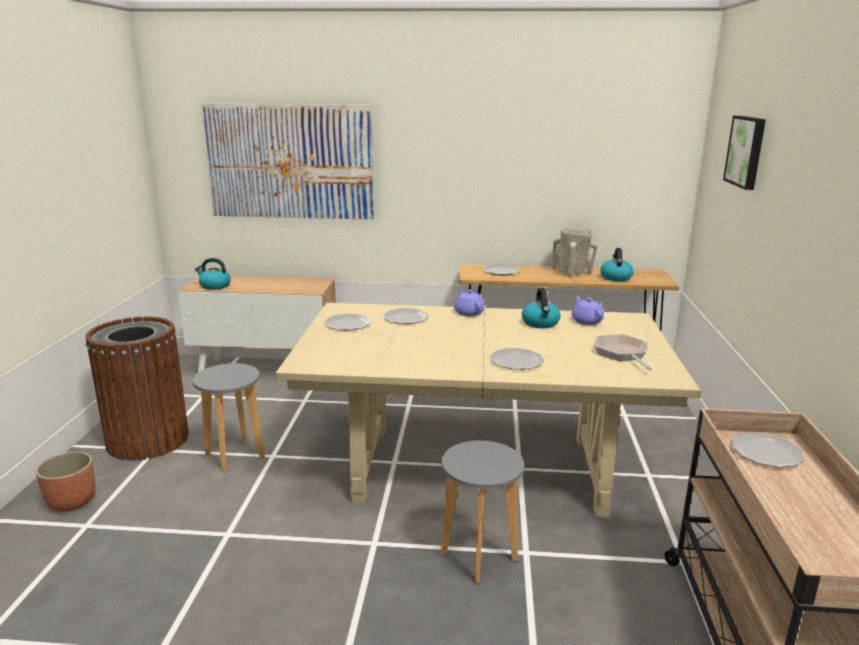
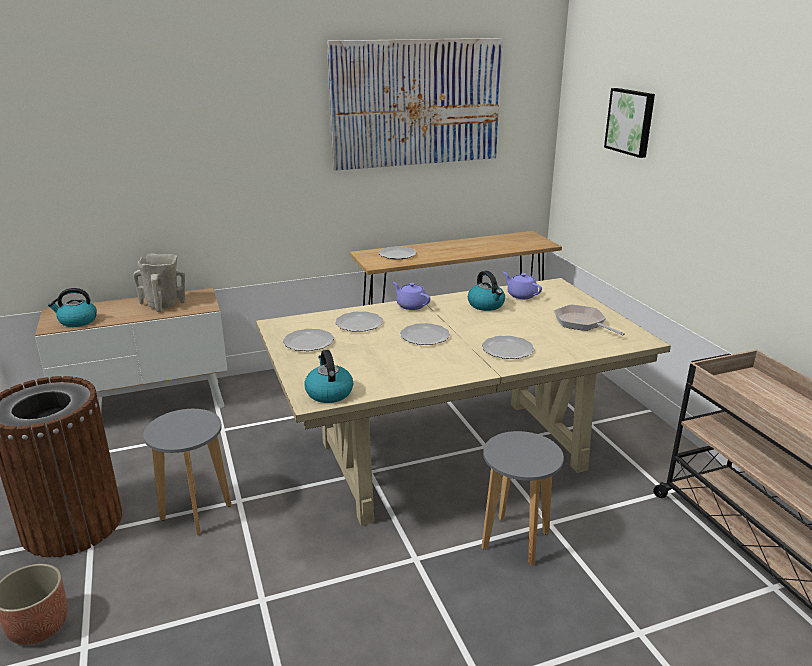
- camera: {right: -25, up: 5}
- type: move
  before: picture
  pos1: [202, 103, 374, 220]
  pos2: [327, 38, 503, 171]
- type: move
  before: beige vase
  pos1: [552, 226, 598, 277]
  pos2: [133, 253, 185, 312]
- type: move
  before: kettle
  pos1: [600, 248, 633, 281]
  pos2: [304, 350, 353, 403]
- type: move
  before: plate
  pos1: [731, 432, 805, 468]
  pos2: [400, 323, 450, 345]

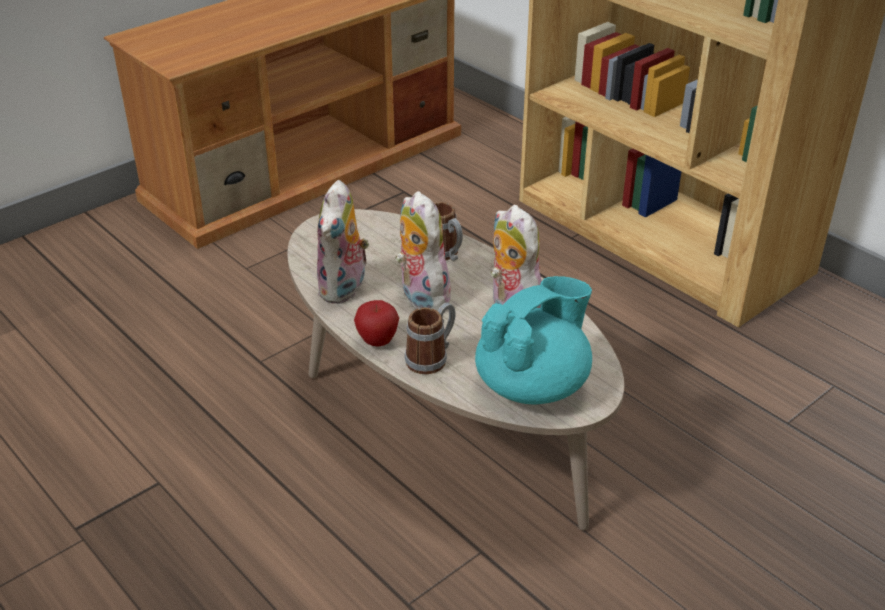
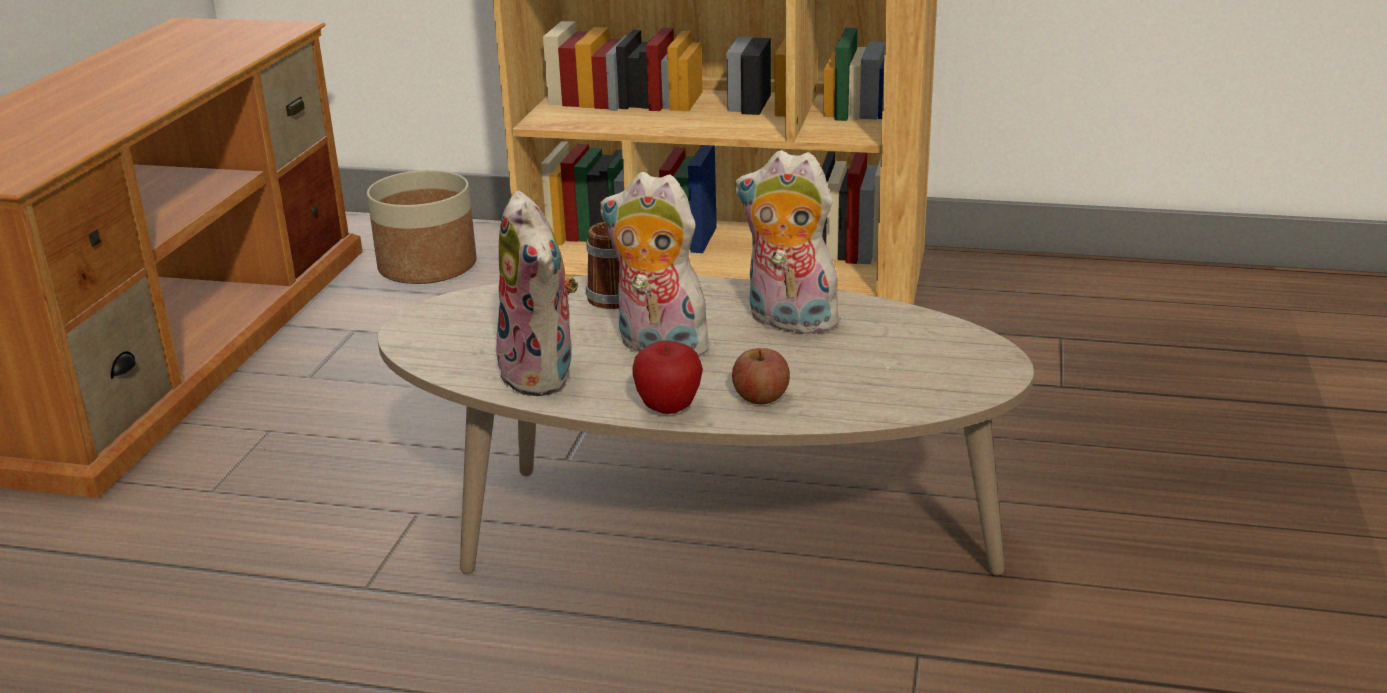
- camera: {right: -35, up: -10}
- type: replace
  before: mug
  after: apple
  pos1: [405, 303, 456, 375]
  pos2: [732, 348, 790, 404]
- type: delete
  before: turquoise teapot
  pos1: [475, 276, 592, 404]
- type: insert
  after: planter
  pos2: [367, 170, 477, 284]

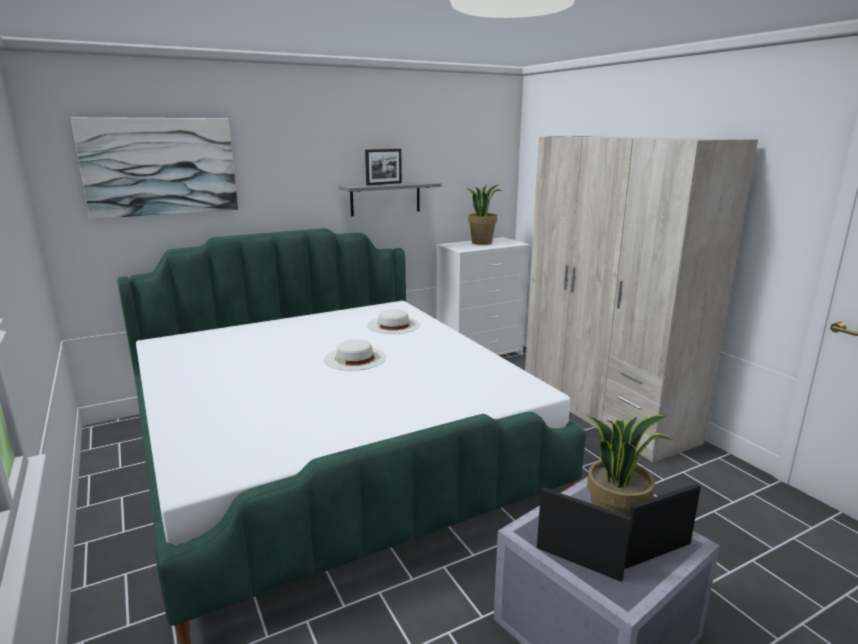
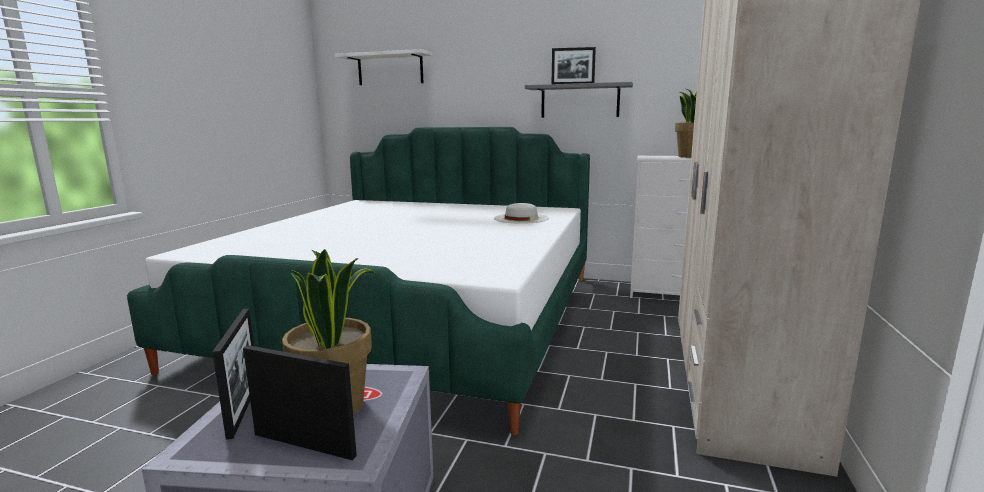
- camera: {right: 45, up: -5}
- type: replace
  before: picture
  after: white shelf
  pos1: [71, 117, 238, 219]
  pos2: [335, 49, 432, 85]
- type: delete
  before: white hat
  pos1: [324, 339, 386, 371]

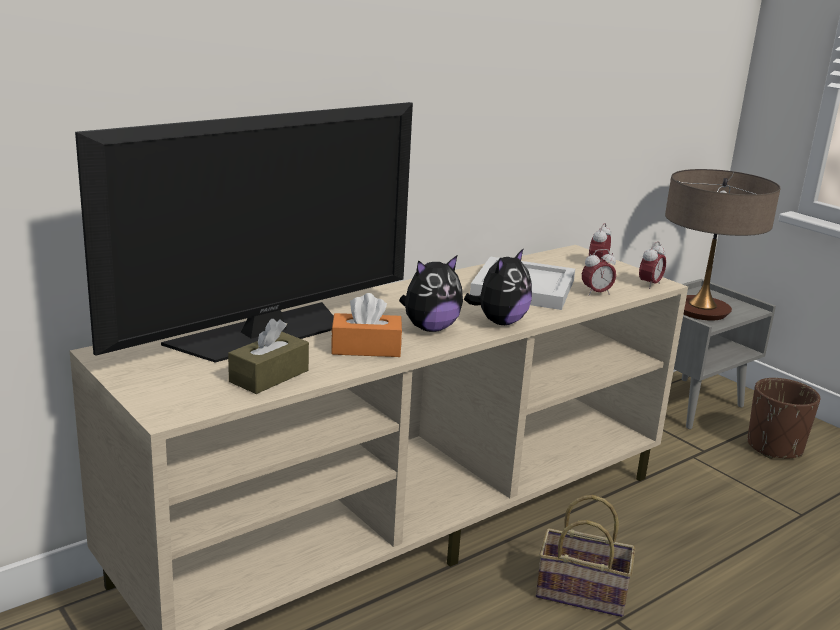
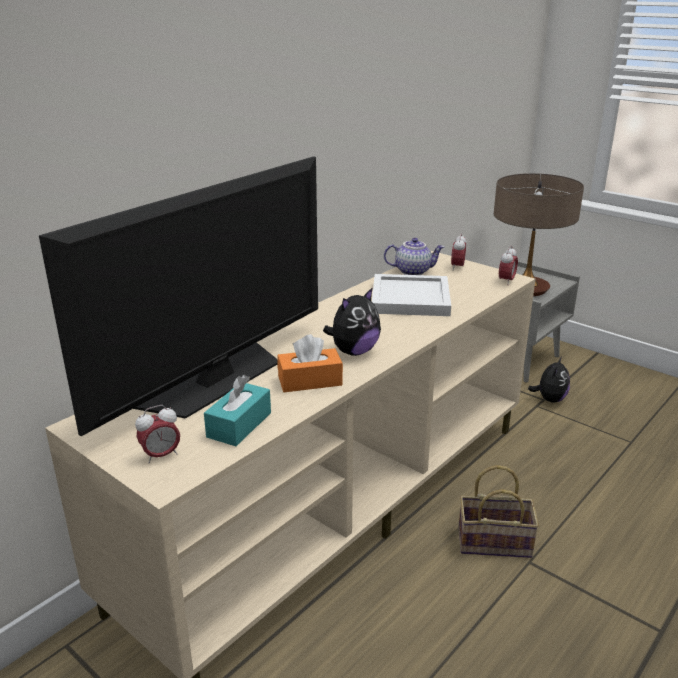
- camera: {right: -10, up: 5}
- type: recolor
  before: brown tissue box
  after: turquoise tissue box
  pos1: [228, 319, 309, 394]
  pos2: [204, 375, 271, 446]
- type: move
  before: plush toy
  pos1: [464, 248, 532, 325]
  pos2: [528, 356, 570, 403]
- type: move
  before: alarm clock
  pos1: [582, 249, 616, 296]
  pos2: [135, 405, 180, 463]
- type: delete
  before: brown planter
  pos1: [747, 378, 820, 459]
- type: insert
  after: teapot
  pos2: [384, 238, 444, 275]

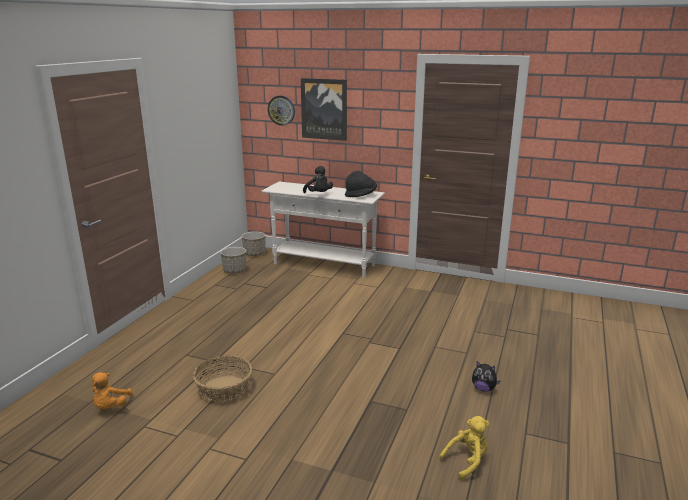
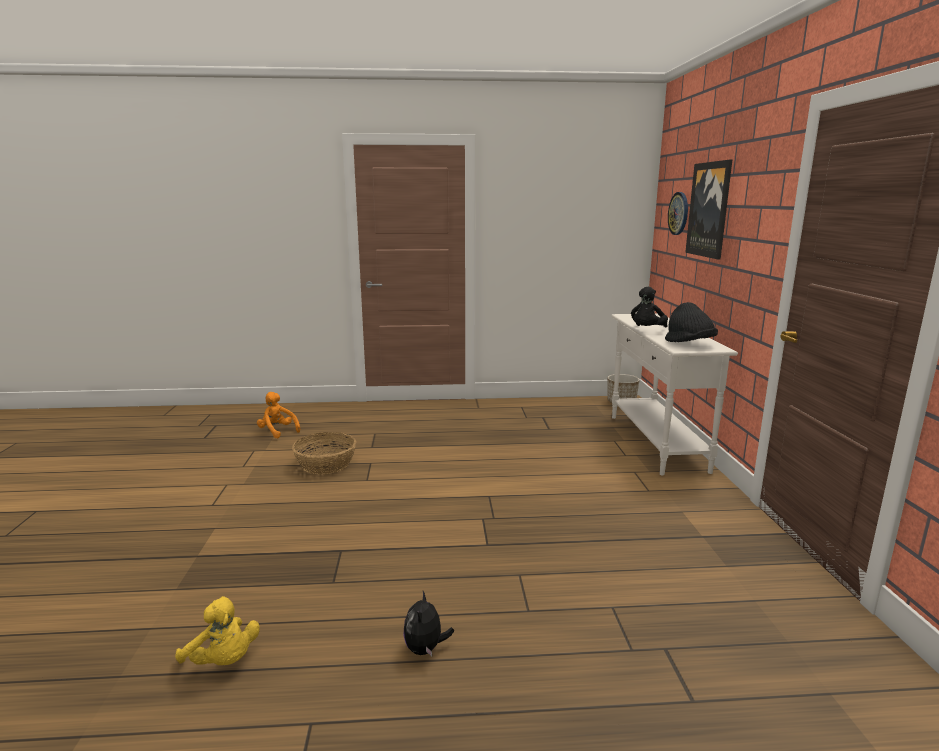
- camera: {right: 65, up: -5}
- type: rotate
  before: orange plush toy
  pos1: [92, 372, 133, 409]
  pos2: [257, 392, 300, 439]
  turn: 60
- type: delete
  before: planter
  pos1: [220, 247, 246, 274]

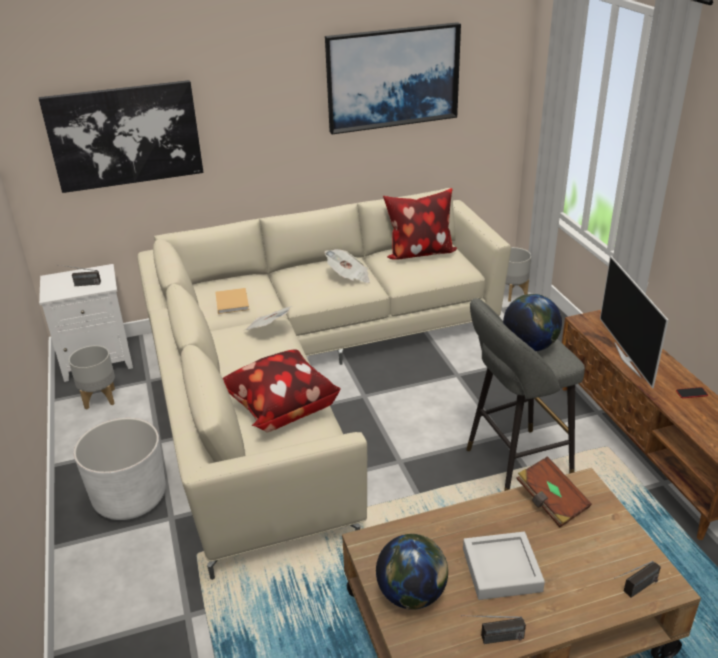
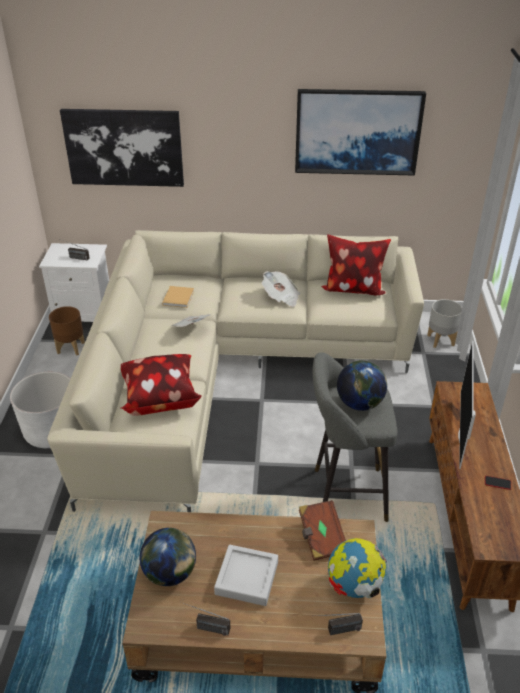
- camera: {right: 20, up: 5}
- type: recolor
  before: grey planter
  after: brown planter
  pos1: [69, 345, 115, 410]
  pos2: [49, 306, 85, 355]
- type: insert
  after: globe
  pos2: [328, 538, 387, 599]

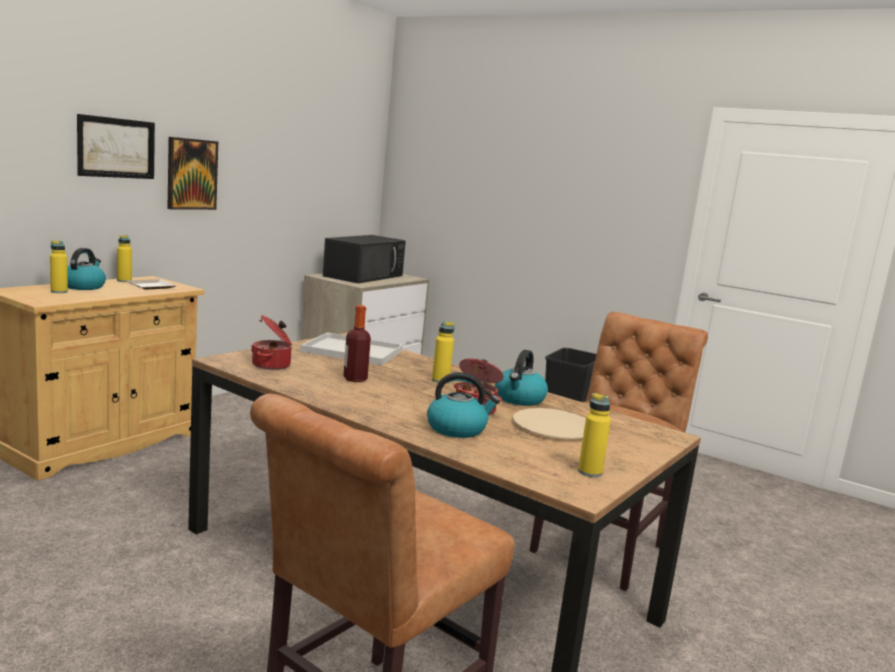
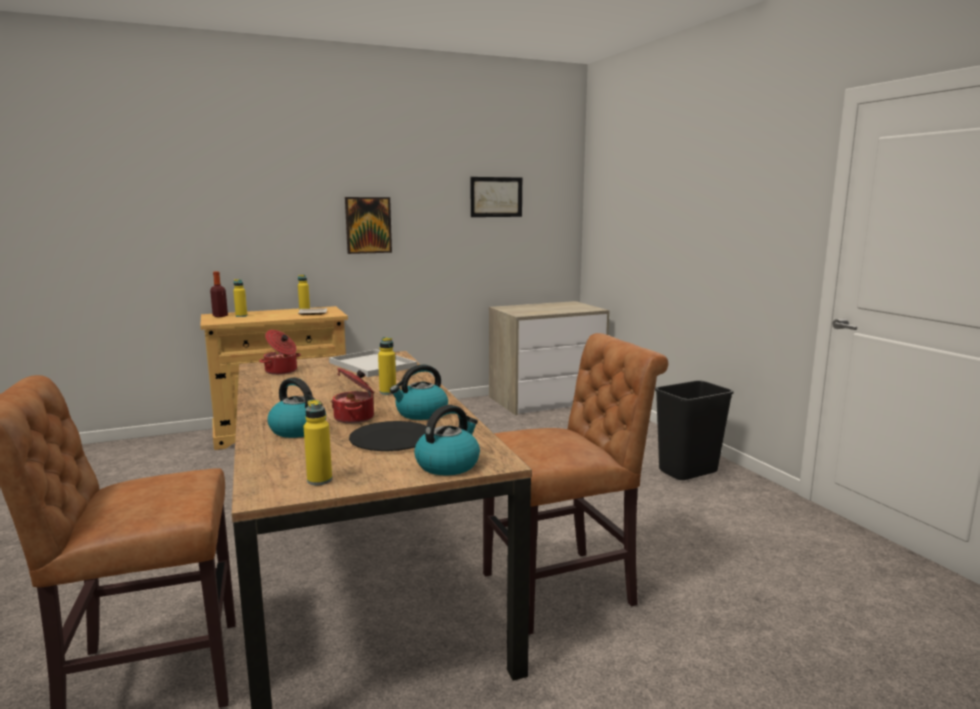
- camera: {right: 35, up: 0}
- type: move
  before: kettle
  pos1: [67, 248, 106, 290]
  pos2: [414, 405, 480, 475]
- type: move
  before: picture
  pos1: [77, 114, 155, 179]
  pos2: [470, 177, 522, 217]
- type: delete
  before: black microwave
  pos1: [323, 235, 406, 283]
- type: move
  before: bottle
  pos1: [343, 305, 371, 382]
  pos2: [210, 271, 228, 317]
- type: recolor
  before: beige plate
  after: black plate
  pos1: [513, 408, 586, 439]
  pos2: [349, 421, 426, 451]

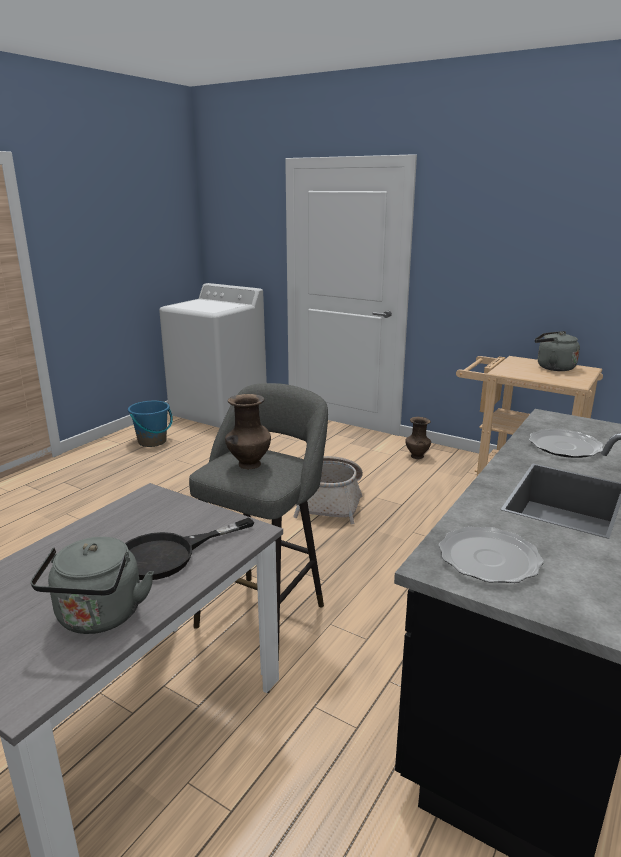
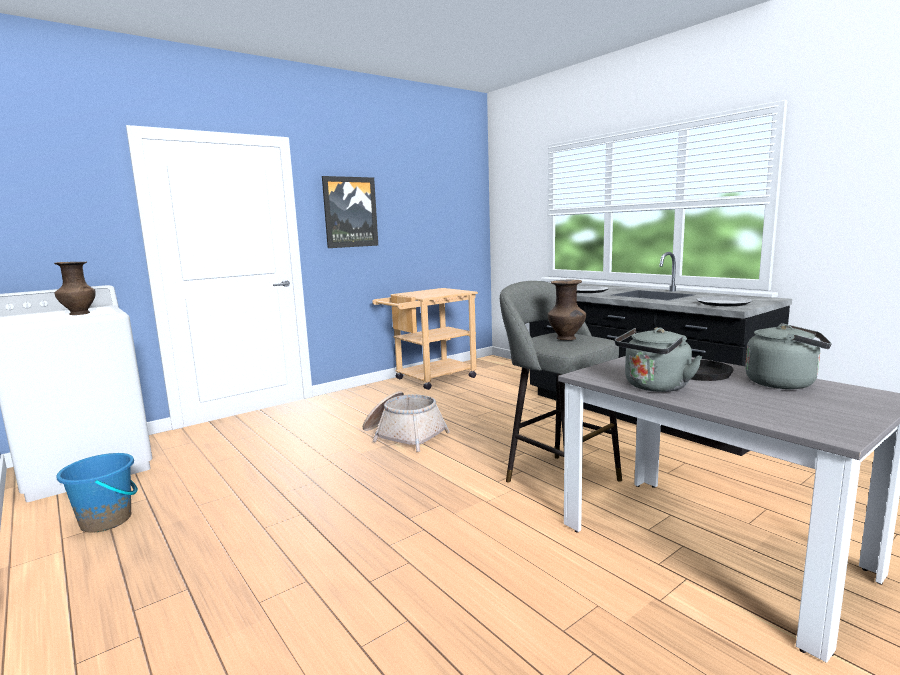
- camera: {right: -70, up: -10}
- type: move
  before: brown vase
  pos1: [405, 417, 431, 459]
  pos2: [54, 262, 96, 315]
- type: move
  before: grey kettle
  pos1: [535, 331, 580, 371]
  pos2: [615, 327, 702, 392]
- type: insert
  after: picture
  pos2: [322, 176, 378, 248]

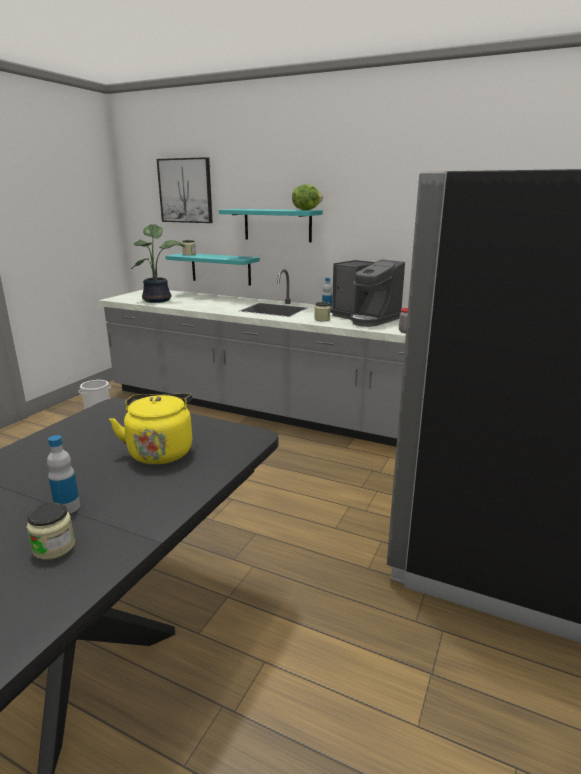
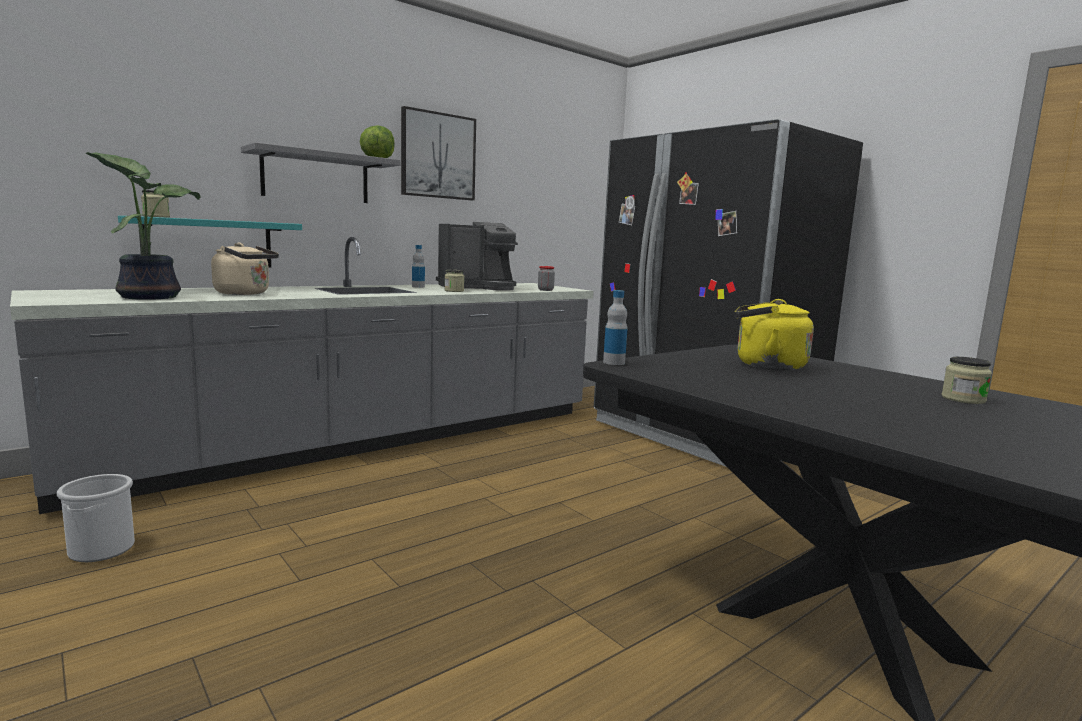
- camera: {right: -65, up: -10}
- type: move
  before: bottle
  pos1: [47, 435, 80, 514]
  pos2: [603, 290, 628, 365]
- type: move
  before: picture
  pos1: [157, 157, 213, 223]
  pos2: [401, 106, 476, 200]
- type: recolor
  before: turquoise shelf
  after: grey shelf
  pos1: [219, 209, 323, 242]
  pos2: [241, 142, 401, 203]
- type: insert
  after: beige kettle
  pos2: [211, 243, 279, 295]

